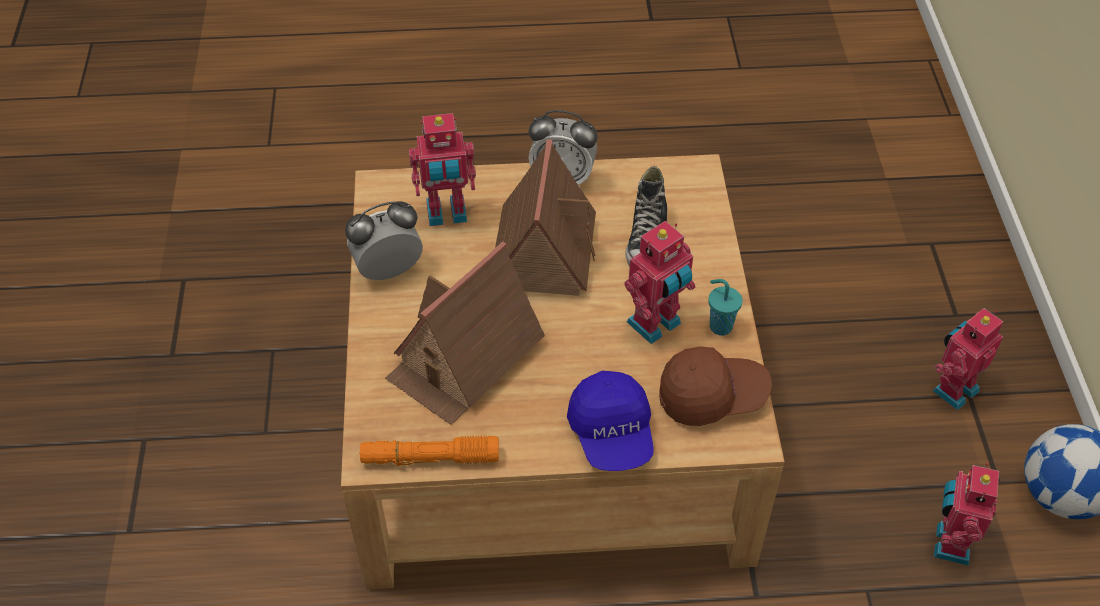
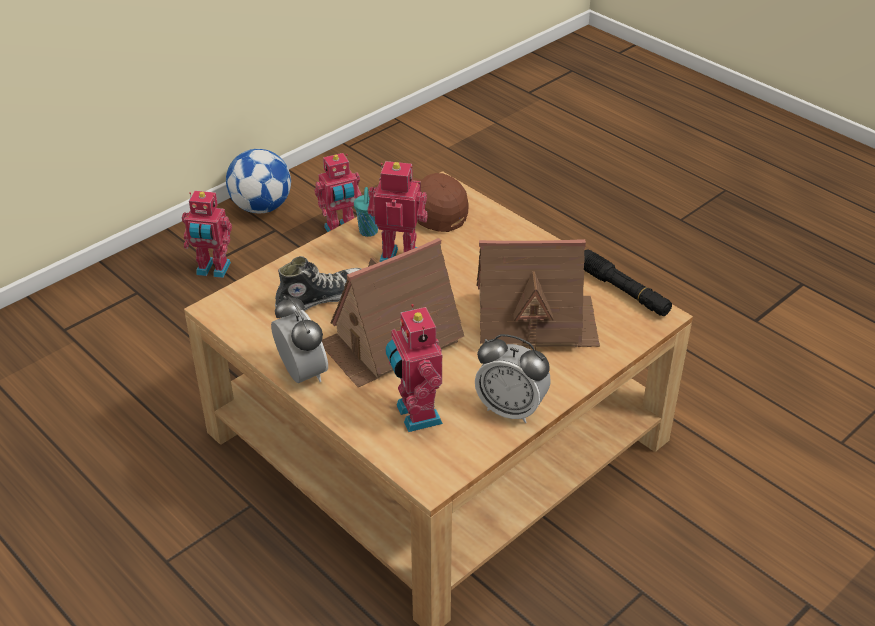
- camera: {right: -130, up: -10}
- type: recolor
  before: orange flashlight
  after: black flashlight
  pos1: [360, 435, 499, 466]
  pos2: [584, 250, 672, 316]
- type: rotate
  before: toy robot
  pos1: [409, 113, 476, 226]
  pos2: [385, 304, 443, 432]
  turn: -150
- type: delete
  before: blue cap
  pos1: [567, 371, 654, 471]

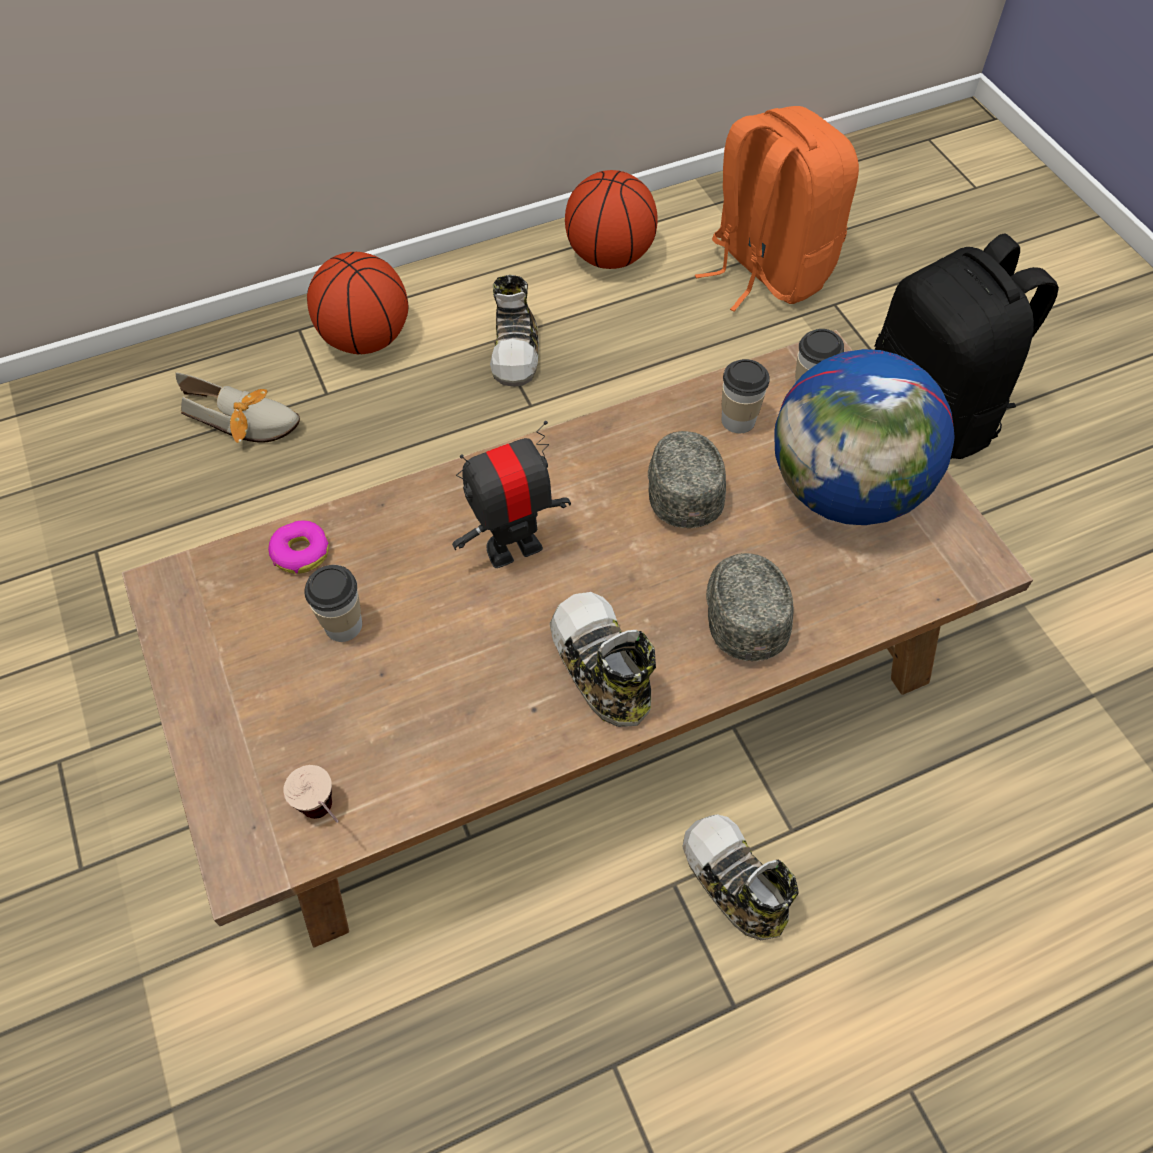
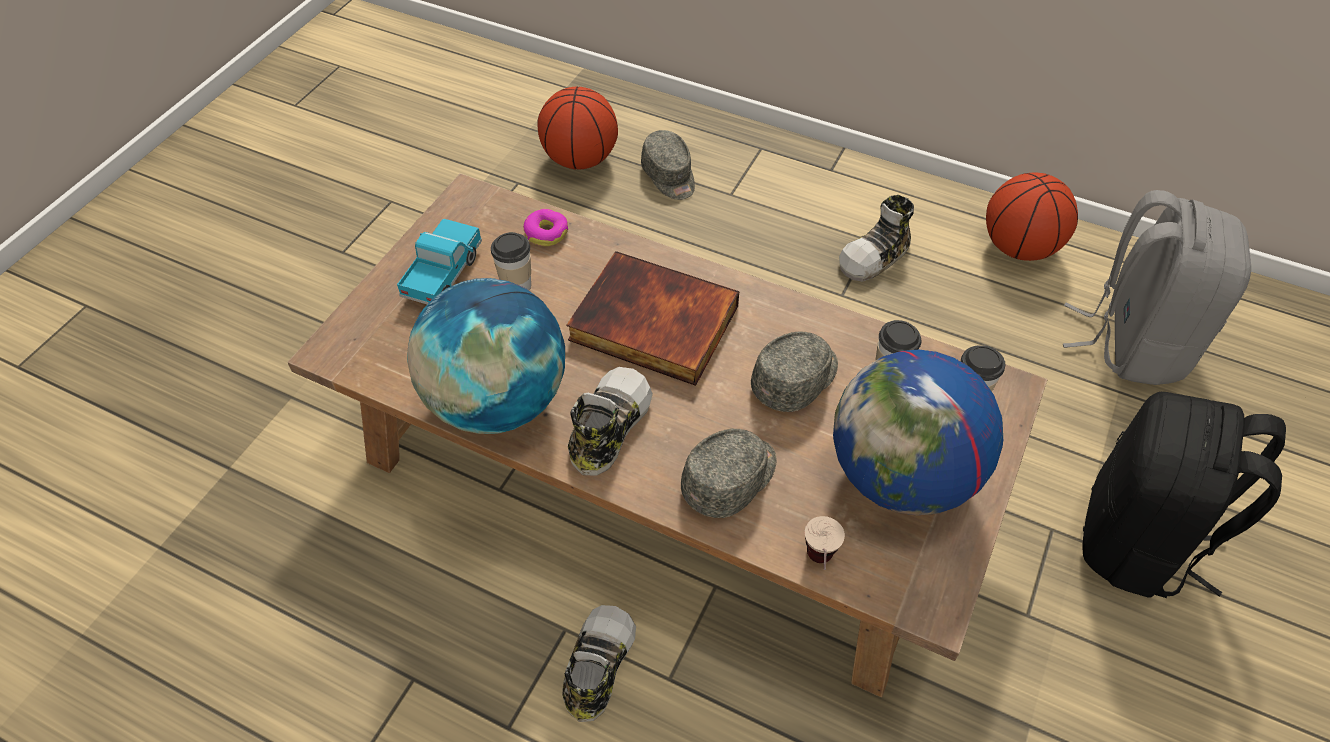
- camera: {right: 50, up: -5}
- type: replace
  before: shoe
  after: grey cap
  pos1: [175, 372, 300, 443]
  pos2: [641, 130, 695, 200]
- type: move
  before: cup
  pos1: [283, 765, 339, 823]
  pos2: [805, 516, 845, 570]
- type: move
  before: basketball
  pos1: [307, 252, 408, 354]
  pos2: [537, 87, 618, 170]
- type: replace
  before: toy robot
  after: book
  pos1: [452, 421, 571, 568]
  pos2: [567, 251, 739, 386]
- type: recolor
  before: orange backpack
  after: grey backpack
  pos1: [695, 106, 859, 312]
  pos2: [1063, 190, 1251, 385]
- type: insert
  after: toy truck
  pos2: [397, 219, 482, 304]
- type: insert
  after: globe
  pos2: [407, 278, 565, 434]

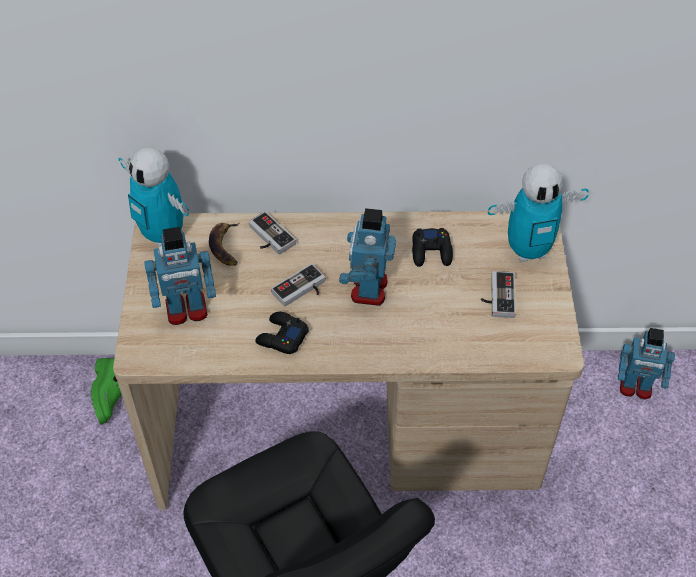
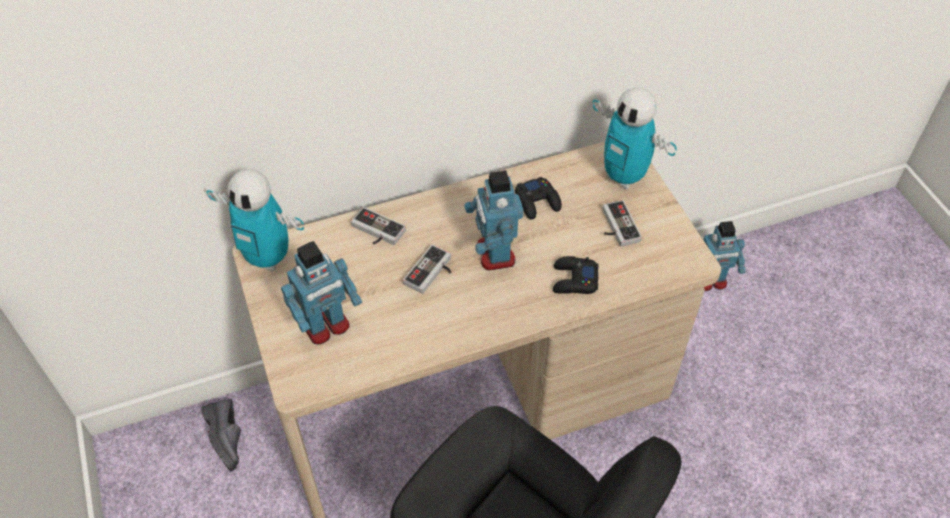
- camera: {right: -20, up: 0}
- type: recolor
  before: green shoe
  after: black shoe
  pos1: [91, 358, 122, 424]
  pos2: [202, 399, 241, 471]
- type: delete
  before: banana
  pos1: [209, 222, 240, 266]
- type: move
  before: black game controller
  pos1: [255, 312, 309, 354]
  pos2: [553, 256, 599, 294]
- type: rotate
  before: toy robot
  pos1: [488, 163, 589, 262]
  pos2: [593, 87, 677, 189]
  turn: 75

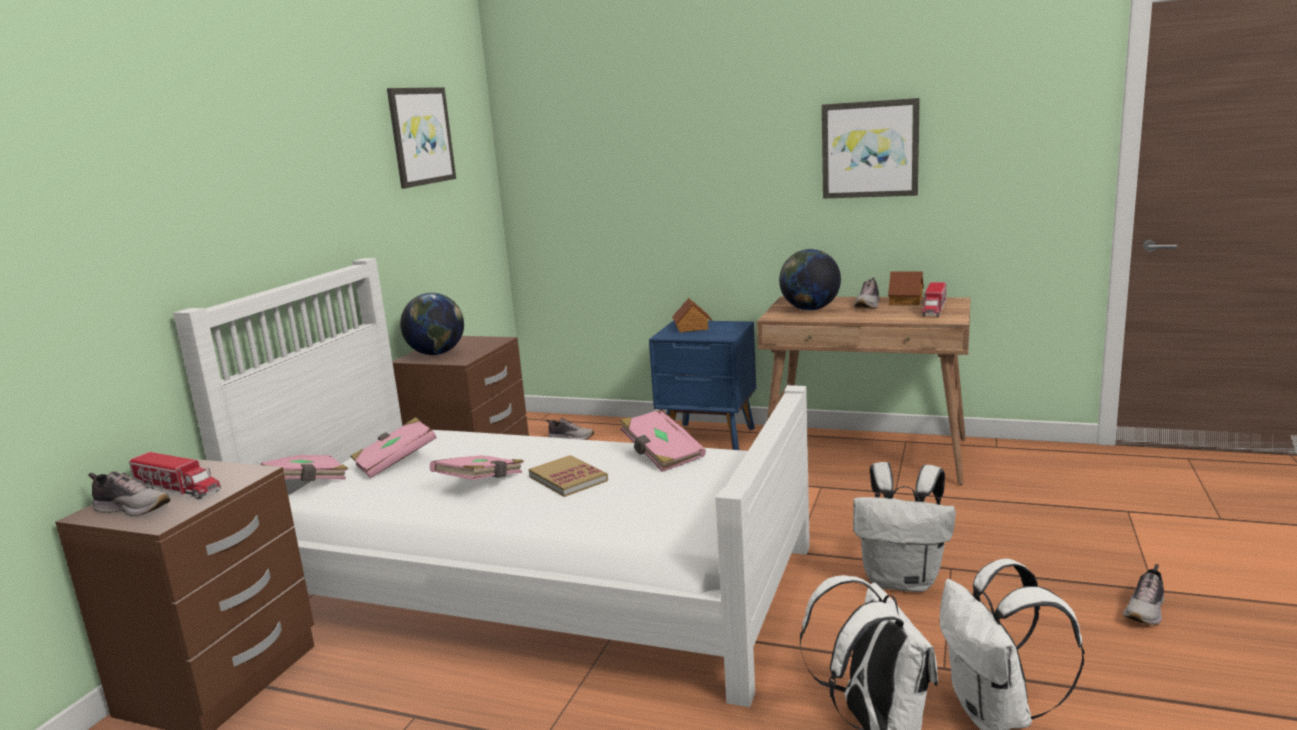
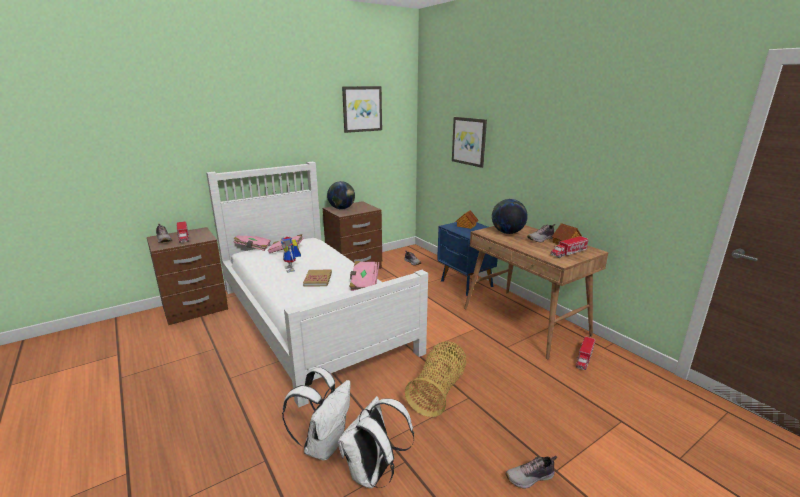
- camera: {right: 35, up: 5}
- type: replace
  before: pink book
  after: toy robot
  pos1: [430, 455, 524, 480]
  pos2: [281, 236, 301, 272]
- type: move
  before: picture
  pos1: [822, 98, 920, 199]
  pos2: [452, 117, 487, 168]
- type: replace
  before: white backpack
  after: basket
  pos1: [853, 462, 956, 592]
  pos2: [405, 341, 466, 417]
- type: insert
  after: toy truck
  pos2: [576, 336, 595, 370]

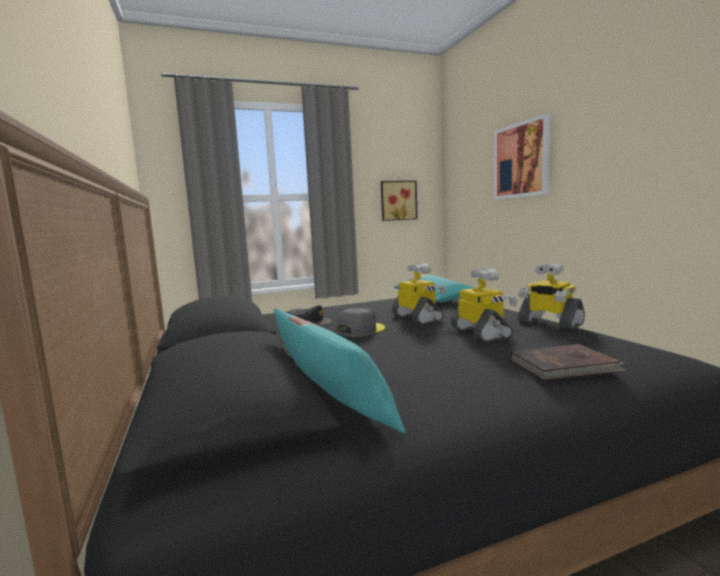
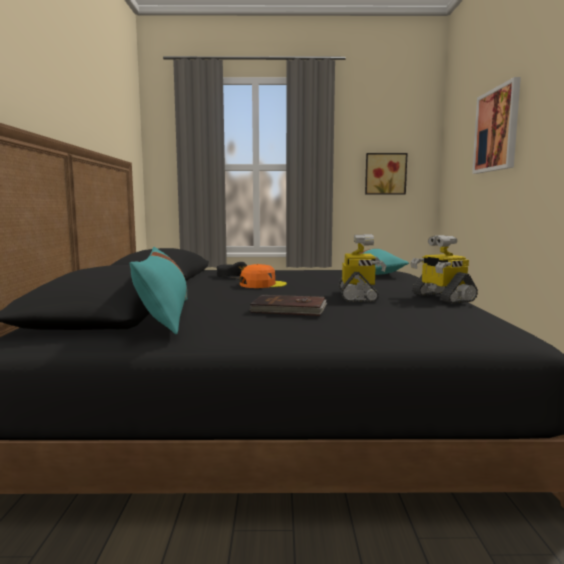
- camera: {right: 20, up: 0}
- type: recolor
  before: grey cap
  after: orange cap
  pos1: [336, 308, 385, 337]
  pos2: [240, 264, 287, 288]
- type: delete
  before: toy robot
  pos1: [392, 263, 446, 324]
- type: move
  before: brown book
  pos1: [510, 344, 625, 381]
  pos2: [249, 295, 327, 316]

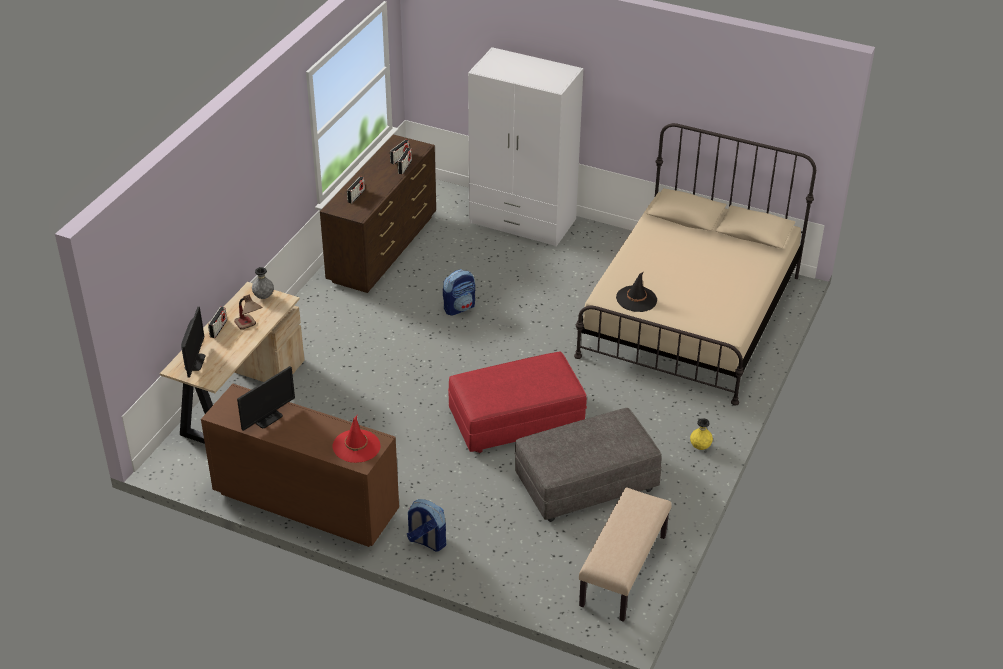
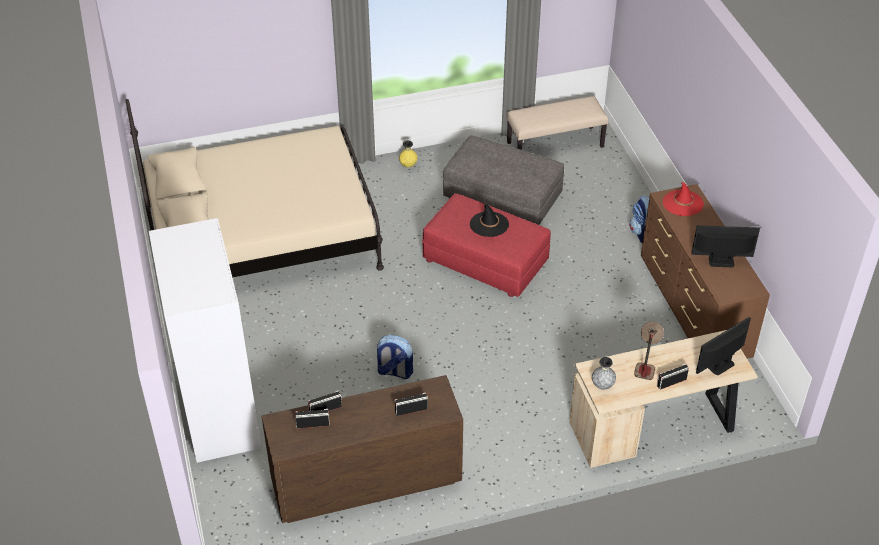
- camera: {right: -130, up: 5}
- type: move
  before: black hat
  pos1: [616, 272, 657, 312]
  pos2: [470, 202, 509, 237]

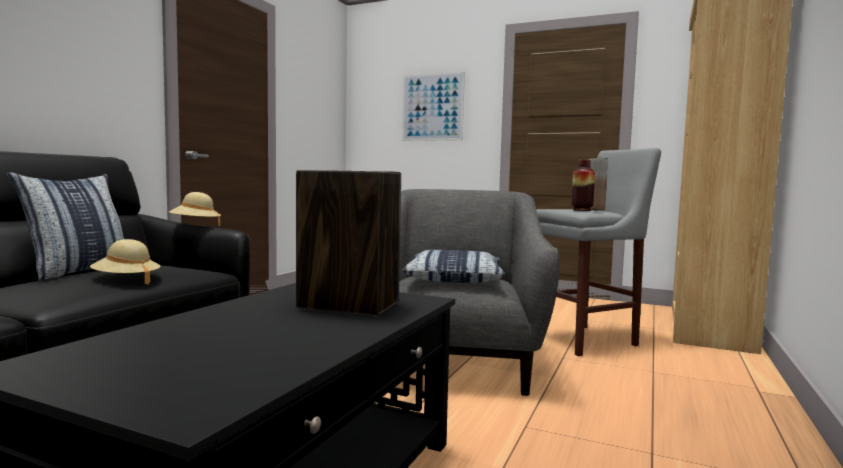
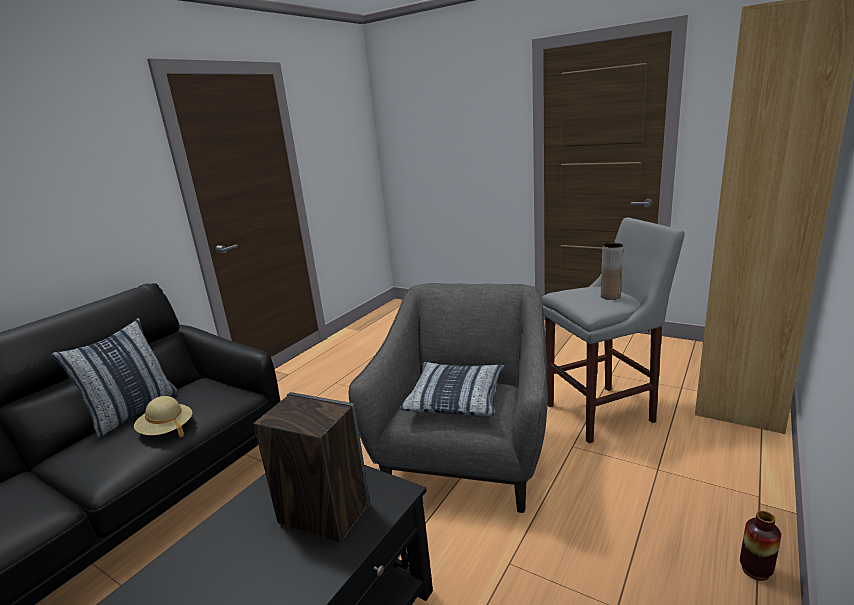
- camera: {right: 10, up: 15}
- type: delete
  before: beige hat
  pos1: [169, 192, 221, 227]
- type: delete
  before: picture
  pos1: [402, 72, 465, 141]
- type: move
  before: vase
  pos1: [571, 160, 595, 211]
  pos2: [740, 511, 781, 581]

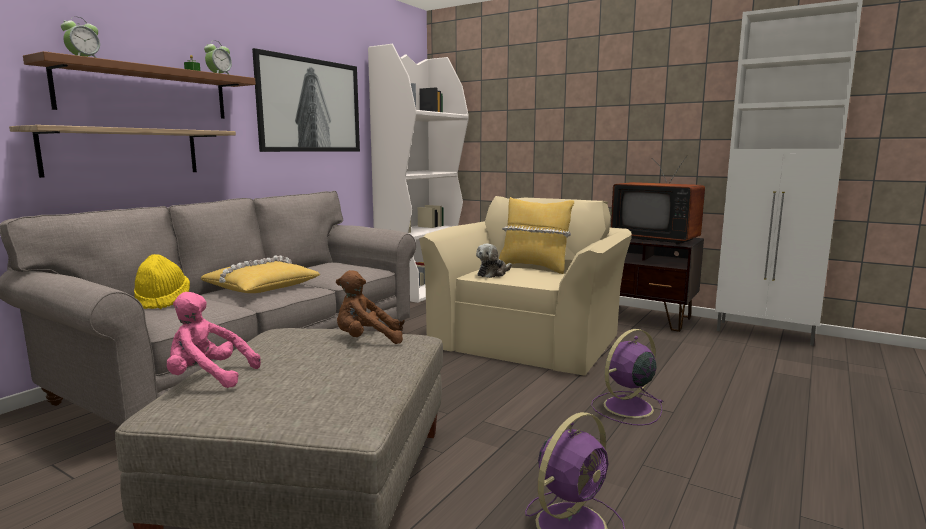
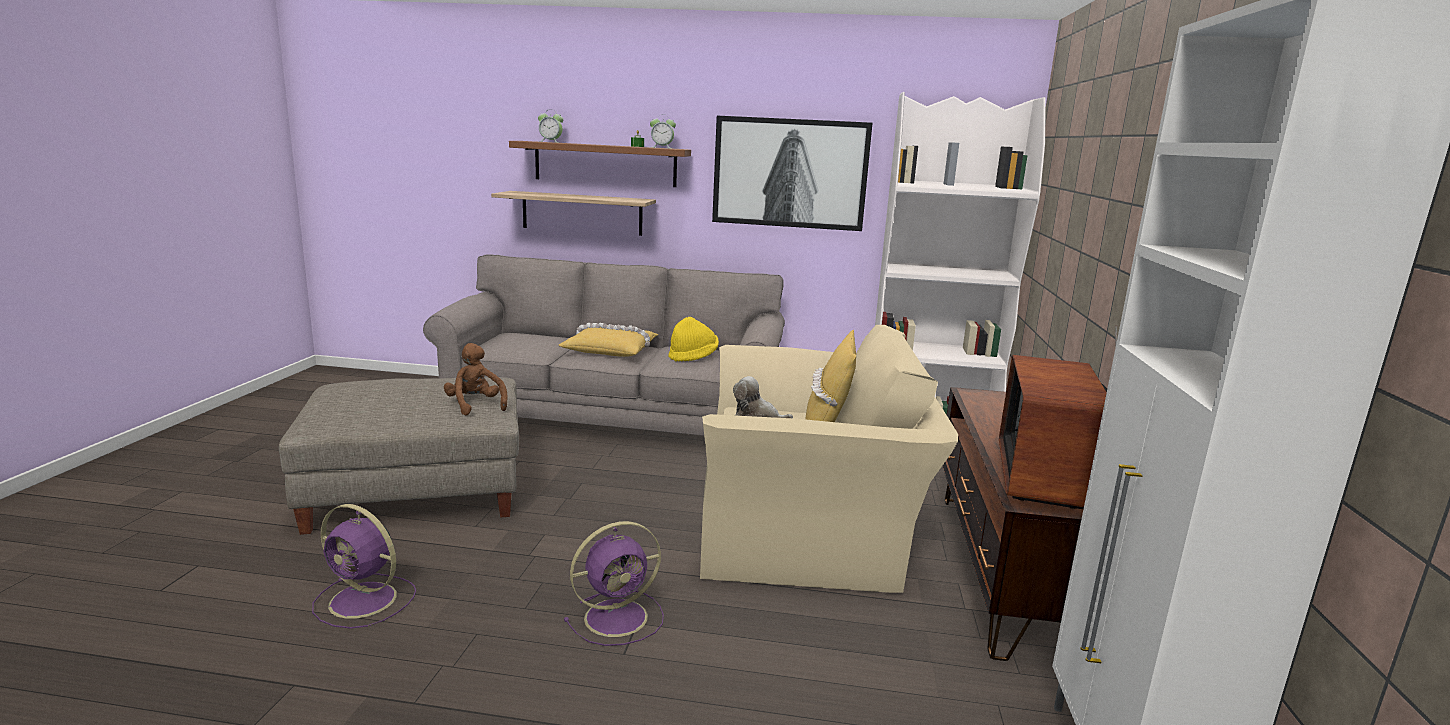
- camera: {right: 65, up: 5}
- type: move
  before: yellow hat
  pos1: [134, 254, 190, 309]
  pos2: [668, 317, 719, 362]
- type: delete
  before: pink plush toy
  pos1: [167, 292, 261, 388]
- type: rotate
  before: purple fan
  pos1: [591, 329, 663, 426]
  pos2: [564, 521, 664, 646]
  turn: 120

